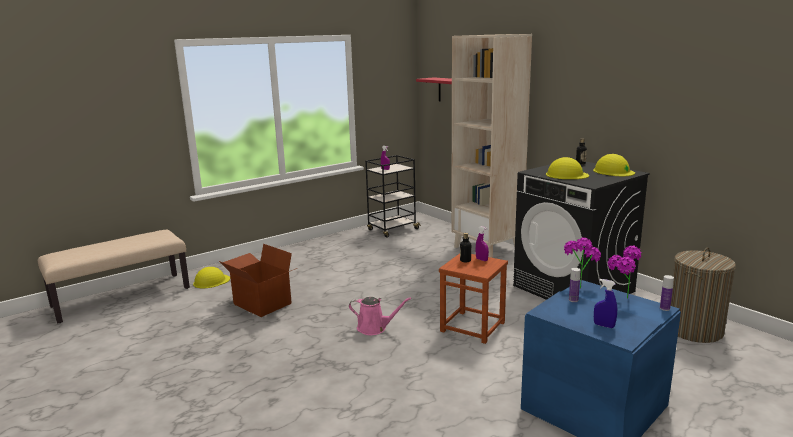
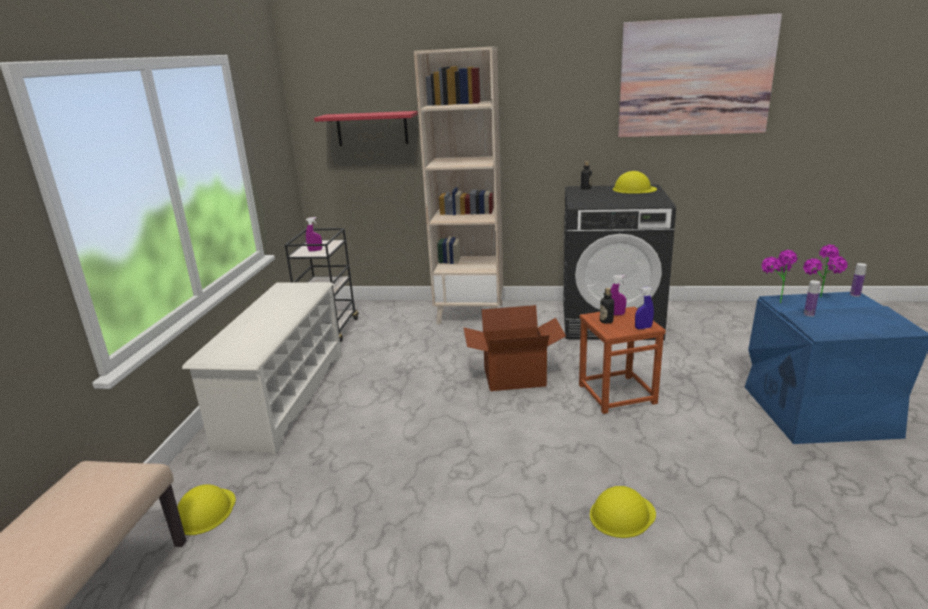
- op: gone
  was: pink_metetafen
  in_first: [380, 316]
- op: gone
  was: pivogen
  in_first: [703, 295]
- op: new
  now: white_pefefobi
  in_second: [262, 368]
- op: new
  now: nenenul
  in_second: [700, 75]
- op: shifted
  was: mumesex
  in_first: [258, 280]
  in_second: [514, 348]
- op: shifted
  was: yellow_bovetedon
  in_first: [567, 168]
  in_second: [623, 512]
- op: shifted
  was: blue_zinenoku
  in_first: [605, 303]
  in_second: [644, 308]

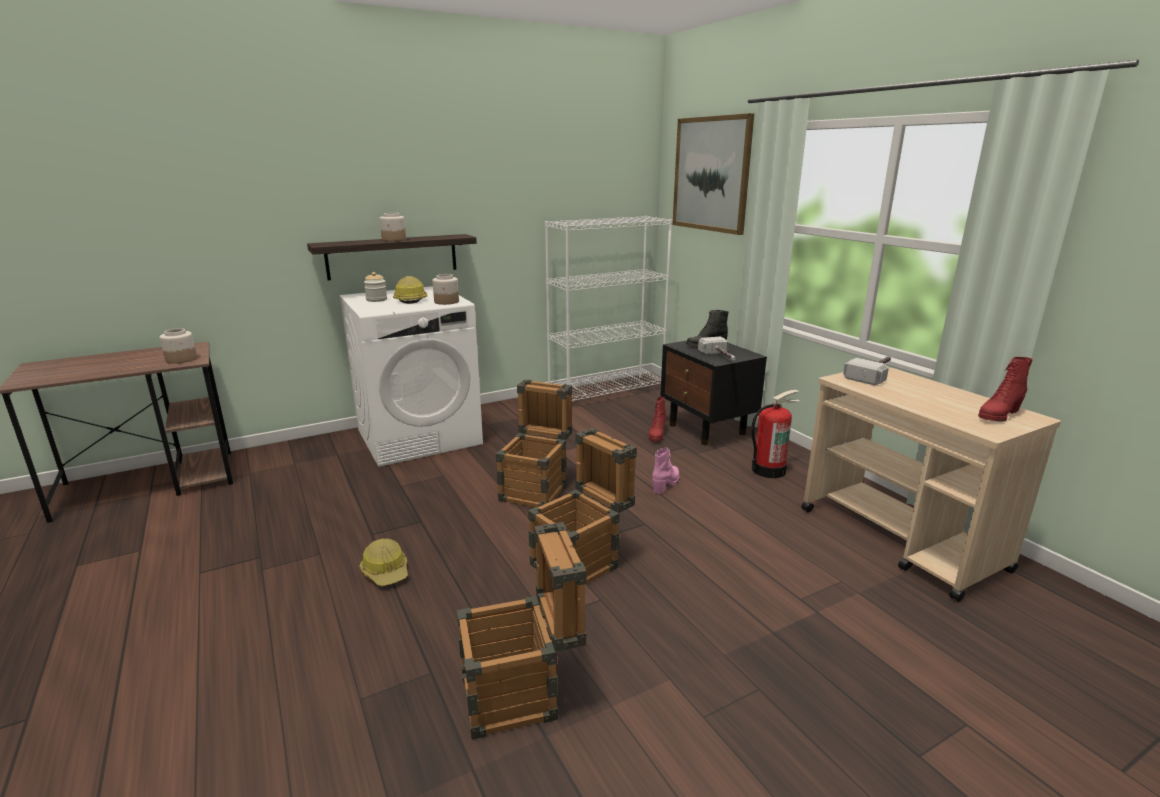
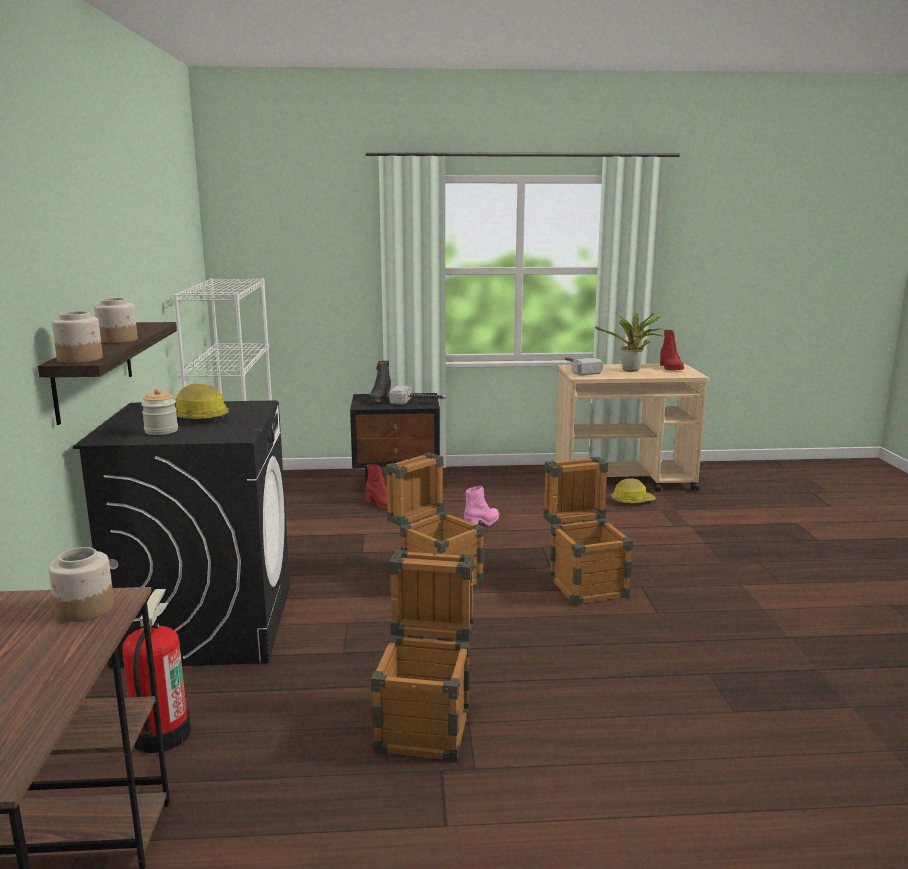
- op: gone
  was: nenenul
  in_first: [713, 174]
- op: new
  now: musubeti
  in_second: [630, 342]
- op: shifted
  was: bovetedon
  in_first: [384, 562]
  in_second: [633, 491]
- op: shifted
  was: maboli
  in_first: [445, 289]
  in_second: [77, 337]
- op: shifted
  was: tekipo
  in_first: [521, 631]
  in_second: [423, 656]
- op: shifted
  was: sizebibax
  in_first: [776, 434]
  in_second: [156, 671]
- op: repainted
  was: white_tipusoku
  now: black_tipusoku
  in_first: [411, 376]
  in_second: [181, 534]
- op: rotated
  was: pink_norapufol
  in_first: [665, 471]
  in_second: [481, 506]
  clockwise: 75

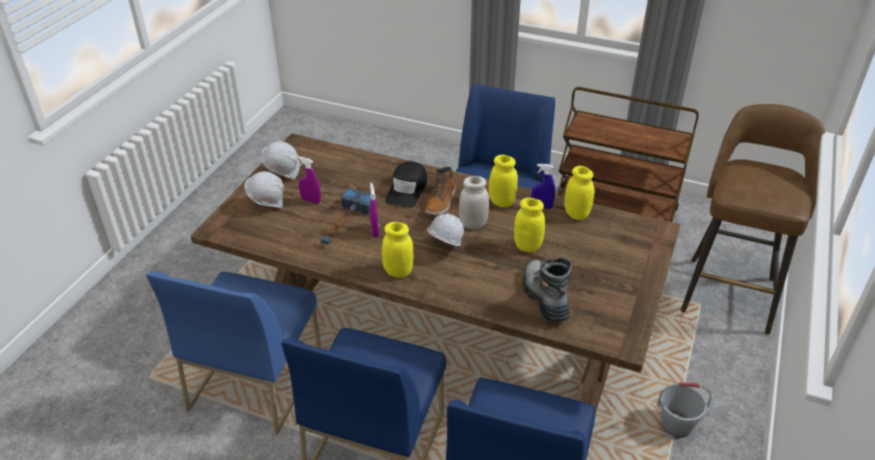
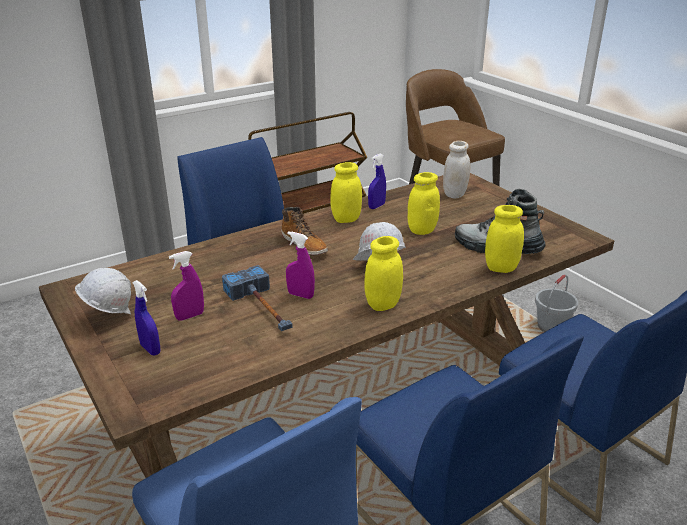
- op: gone
  was: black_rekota
  in_first: [406, 184]
- op: shifted
  was: white_maboli
  in_first: [474, 202]
  in_second: [456, 170]
- op: shifted
  was: yellow_maboli
  in_first: [579, 193]
  in_second: [504, 239]
- op: swapped
  was: white_bovetedon
  now: blue_zinenoku
  in_first: [264, 189]
  in_second: [146, 317]

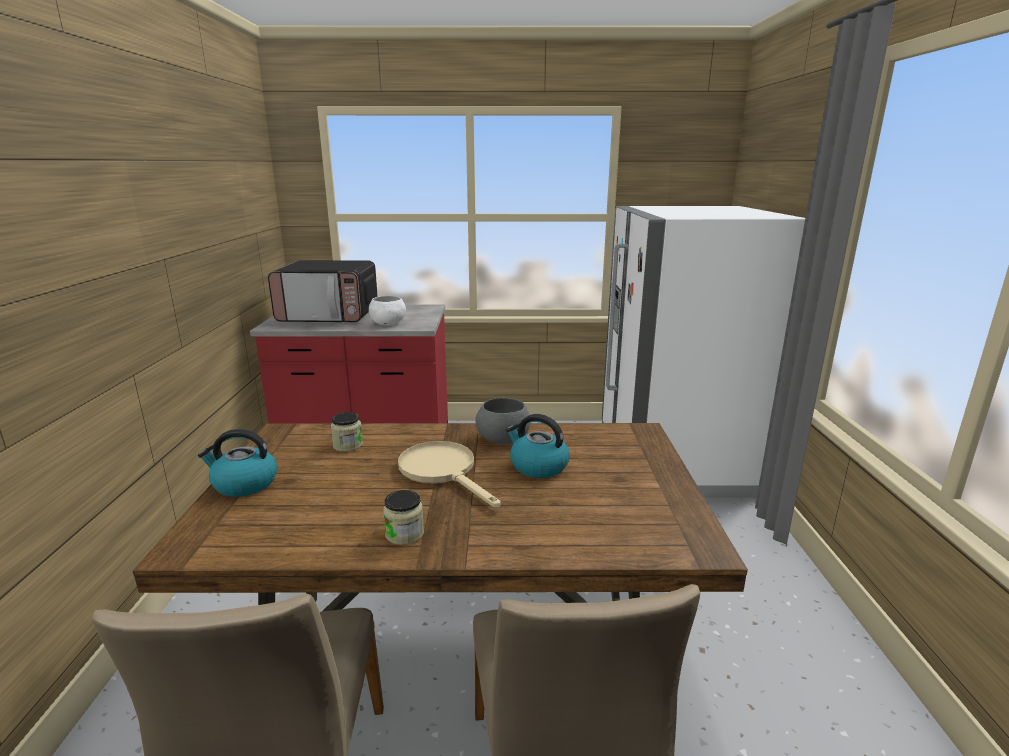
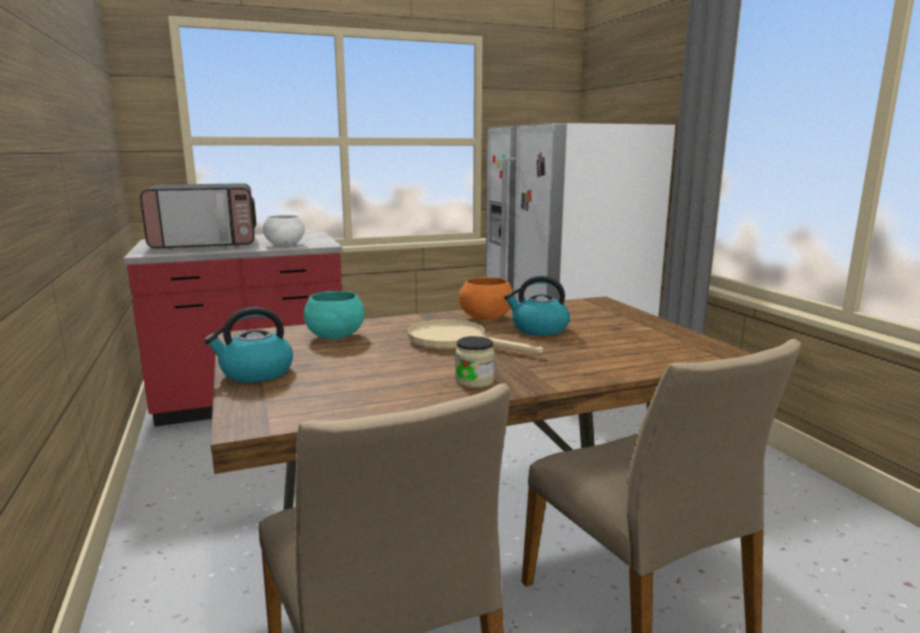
- op: swapped
  was: maboli
  now: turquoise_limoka
  in_first: [347, 432]
  in_second: [334, 315]
- op: repainted
  was: grey_limoka
  now: orange_limoka
  in_first: [503, 421]
  in_second: [486, 298]

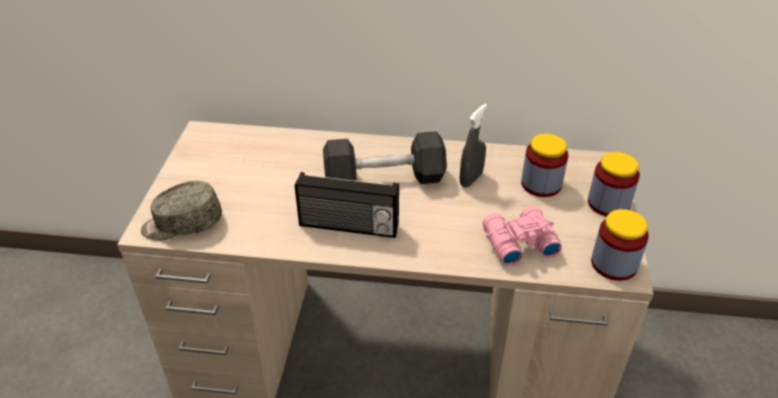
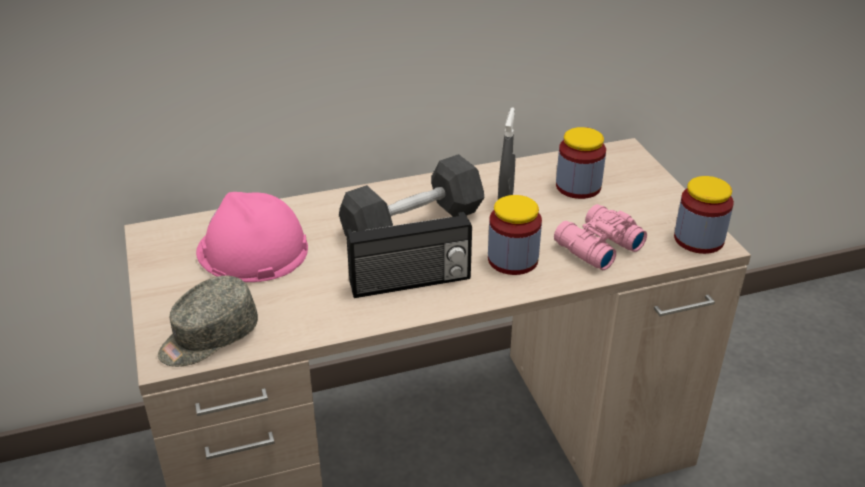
- op: new
  now: pink_bovetedon
  in_second: [252, 237]
- op: shifted
  was: maboli
  in_first: [614, 184]
  in_second: [515, 235]

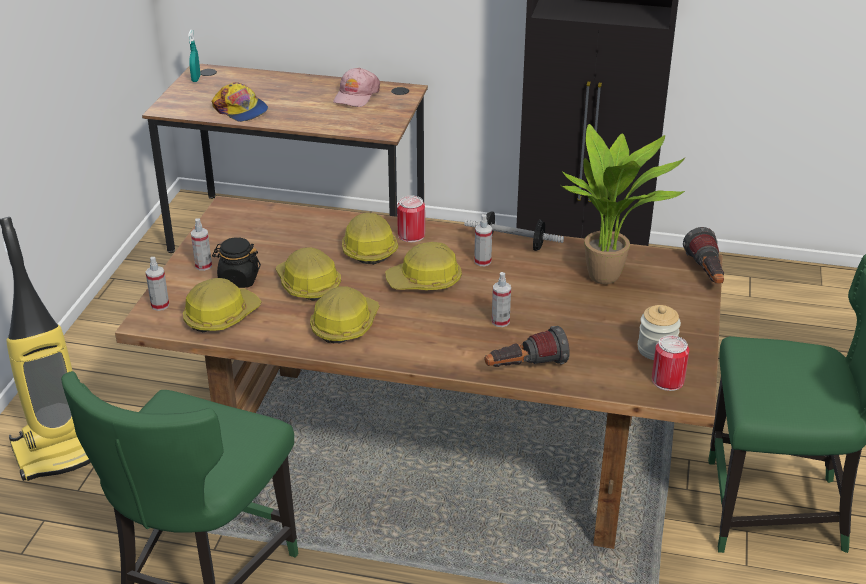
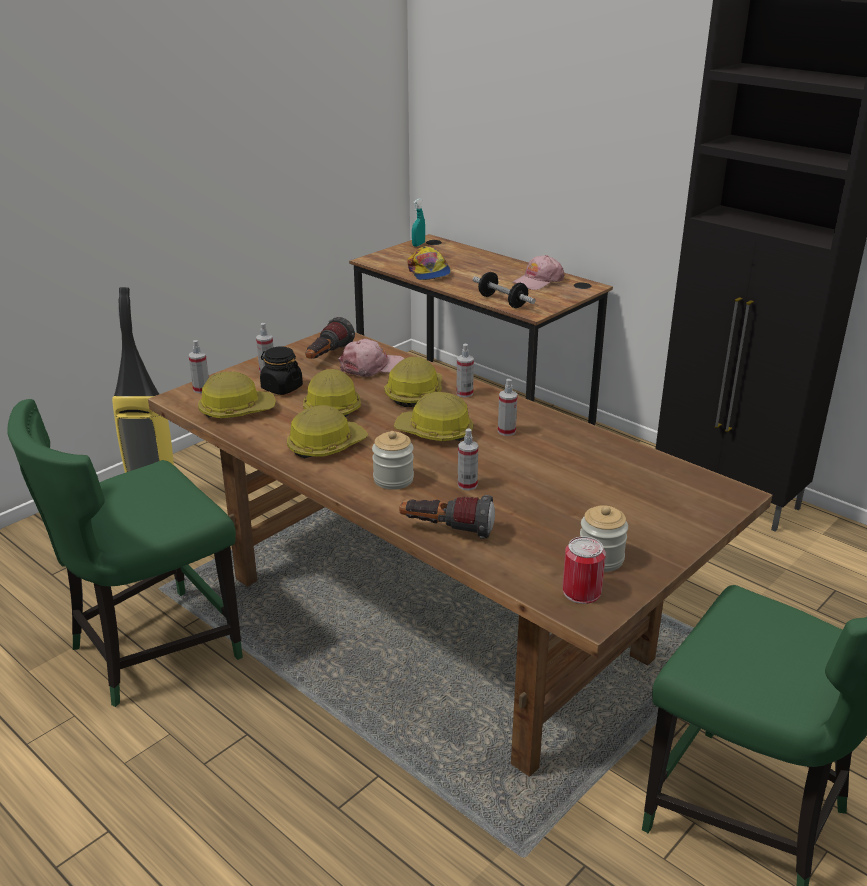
- op: gone
  was: musubeti
  in_first: [623, 204]
- op: new
  now: pink_rekota
  in_second: [371, 358]
- op: new
  now: maboli
  in_second: [393, 460]
- op: shifted
  was: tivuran
  in_first: [514, 231]
  in_second: [504, 290]
- op: shifted
  was: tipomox
  in_first: [703, 255]
  in_second: [330, 338]
- op: swapped
  was: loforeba
  now: zinenoku
  in_first: [411, 218]
  in_second: [465, 370]

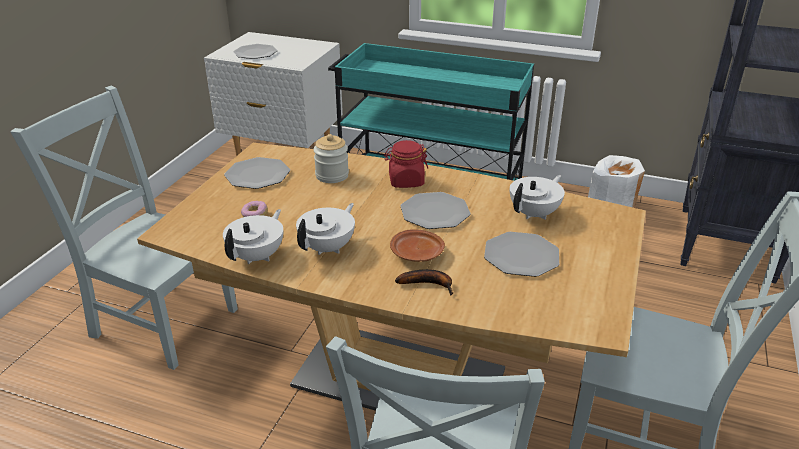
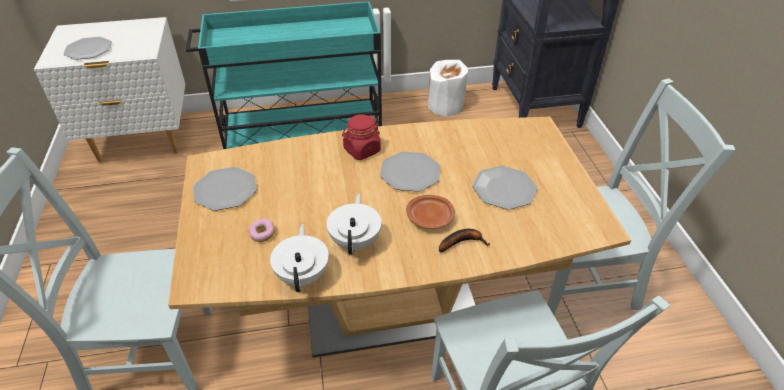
- op: gone
  was: maboli
  in_first: [331, 158]
- op: gone
  was: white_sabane
  in_first: [537, 197]

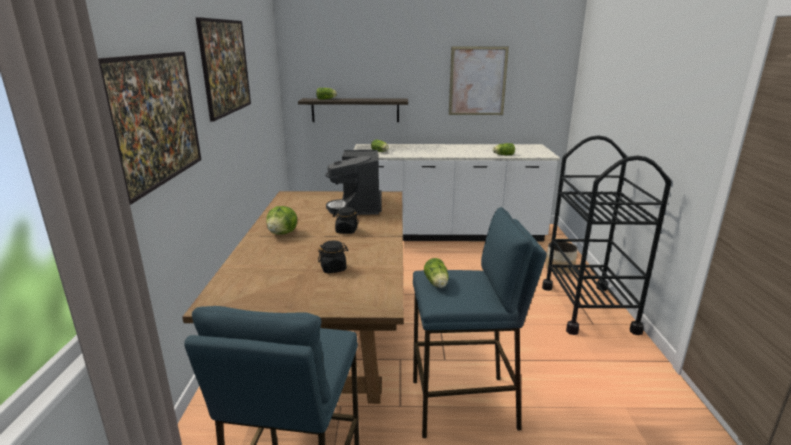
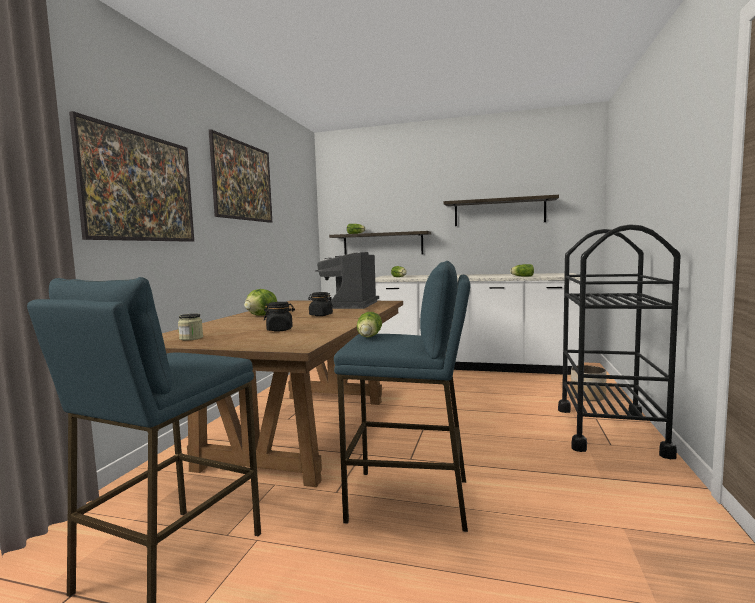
- op: new
  now: maboli
  in_second: [190, 327]
- op: swapped
  was: nenenul
  now: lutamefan
  in_first: [479, 80]
  in_second: [501, 210]

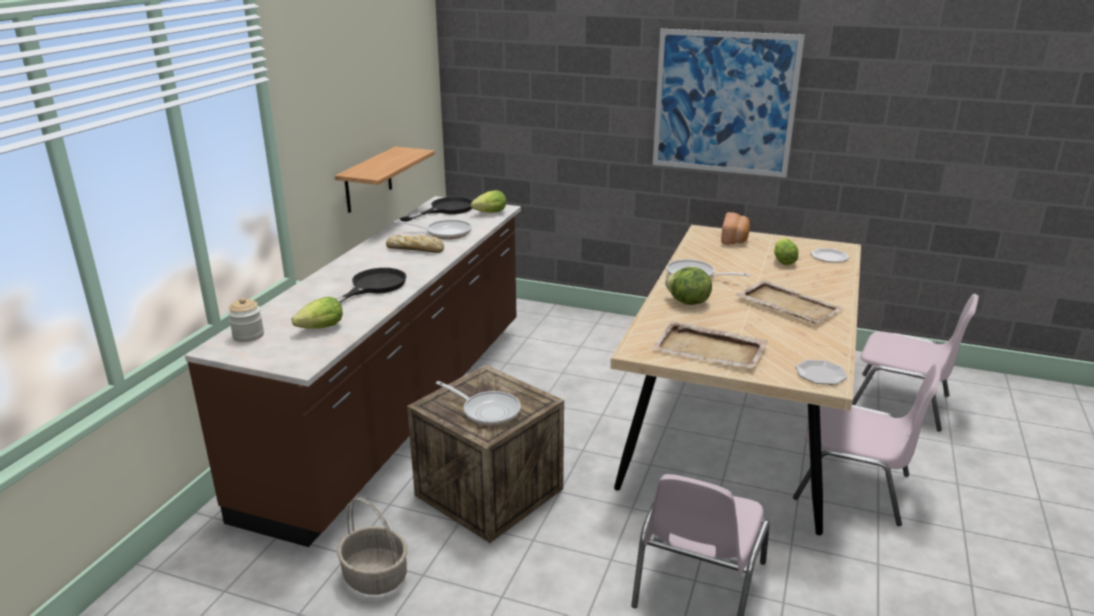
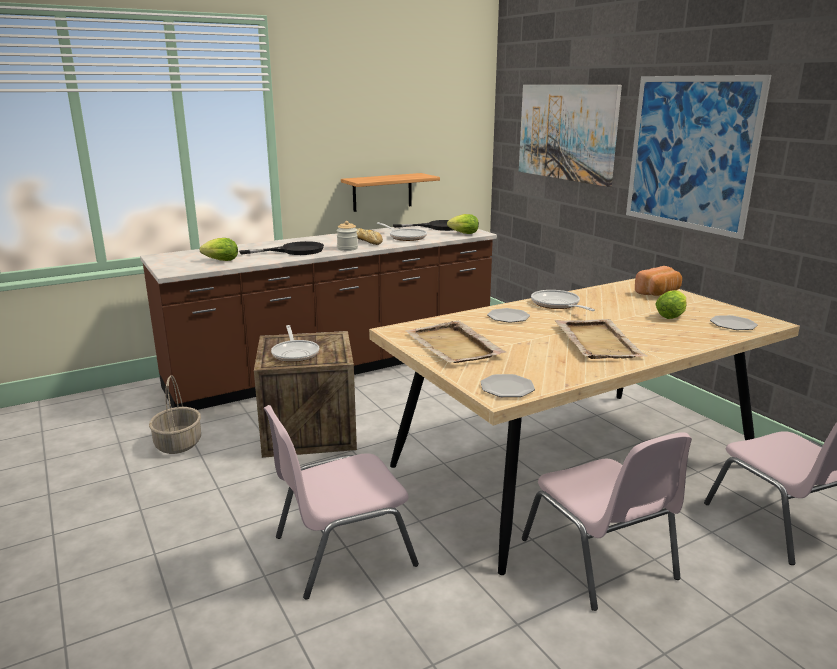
- op: new
  now: nenenul
  in_second: [570, 136]
- op: shifted
  was: maboli
  in_first: [246, 320]
  in_second: [347, 236]
- op: swapped
  was: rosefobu
  now: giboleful
  in_first: [688, 286]
  in_second: [508, 315]

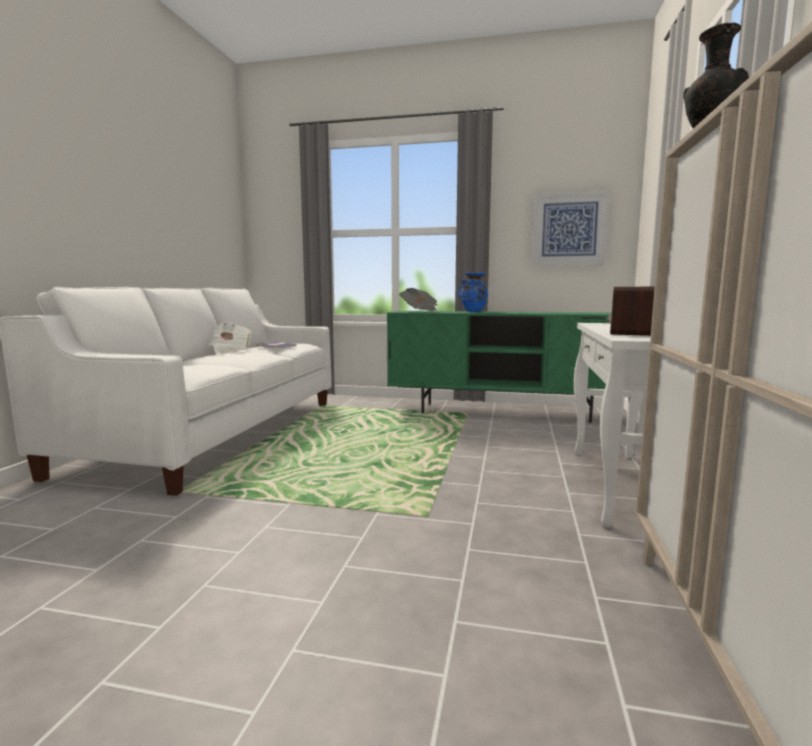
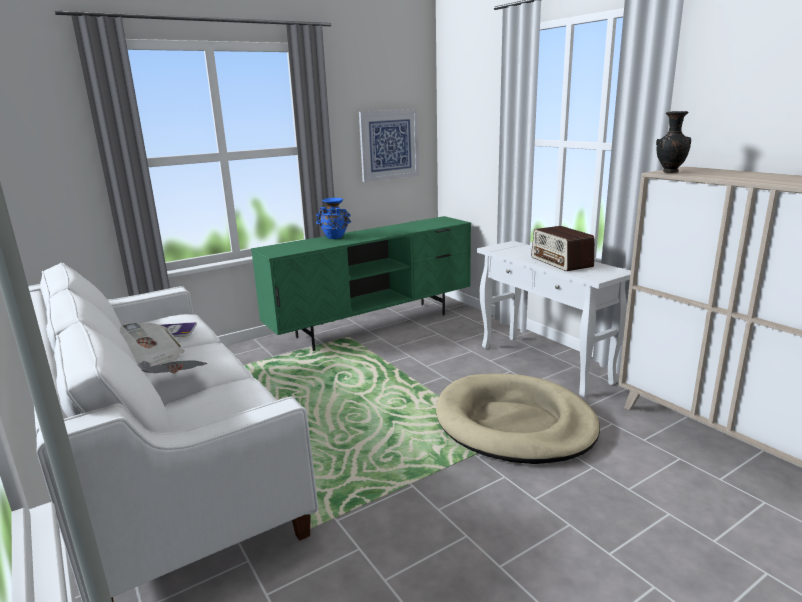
- op: new
  now: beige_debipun
  in_second: [518, 419]
- op: shifted
  was: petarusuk
  in_first: [418, 299]
  in_second: [174, 366]

